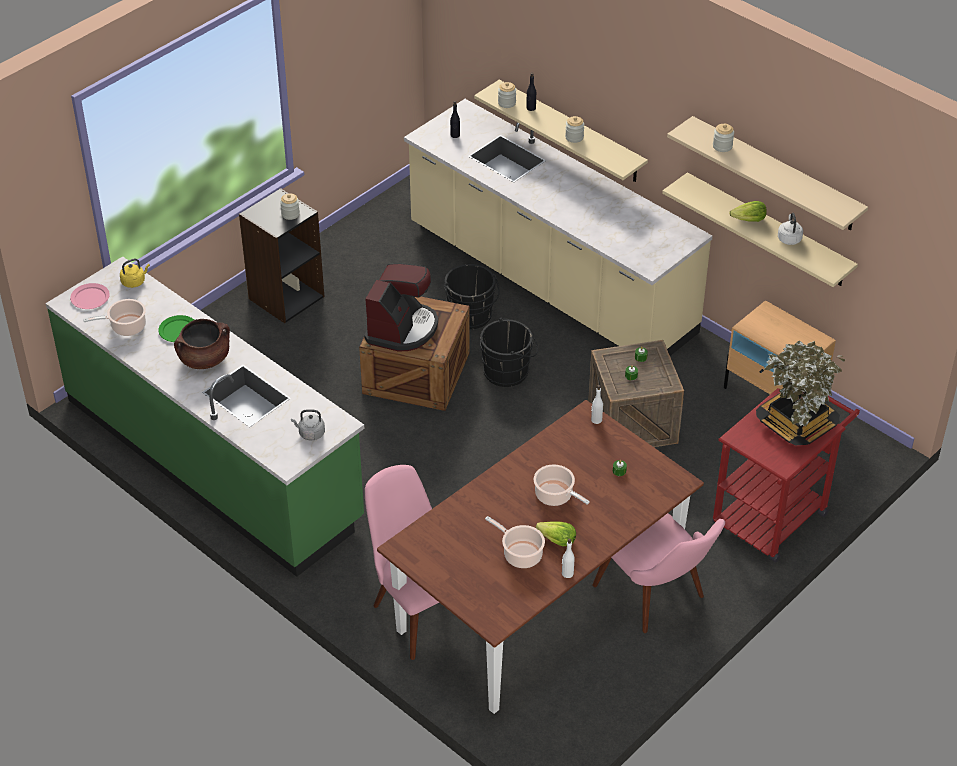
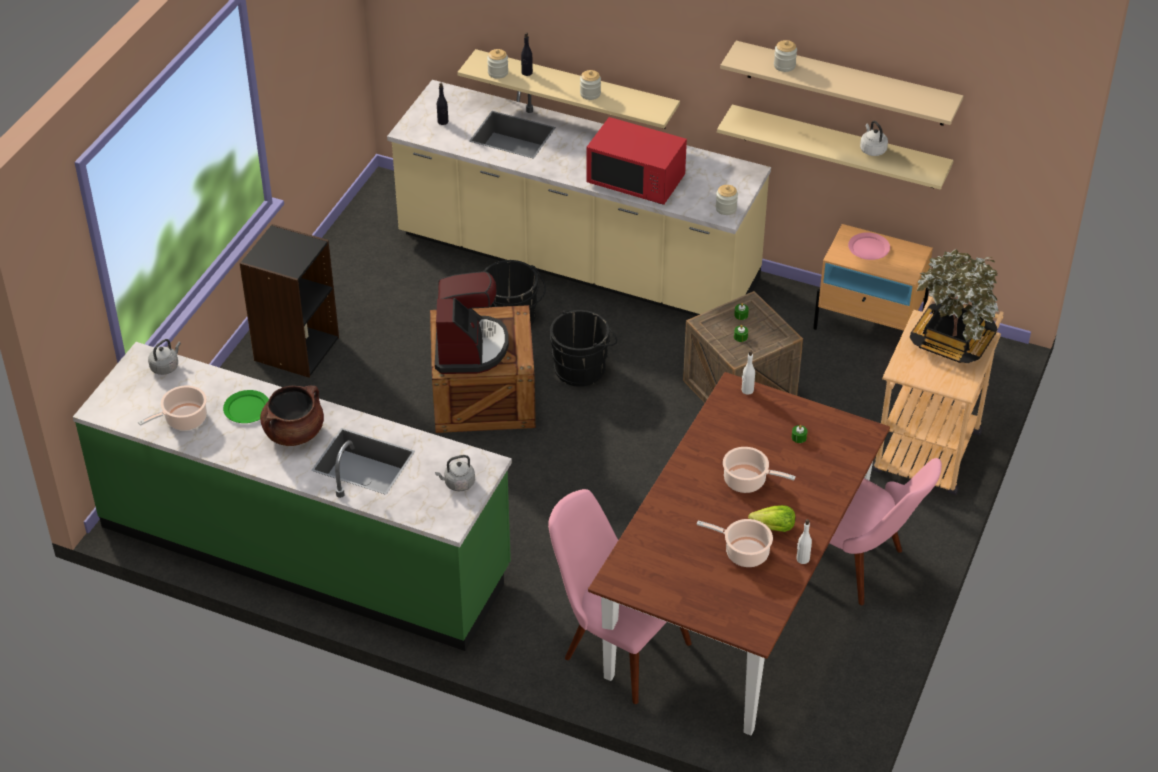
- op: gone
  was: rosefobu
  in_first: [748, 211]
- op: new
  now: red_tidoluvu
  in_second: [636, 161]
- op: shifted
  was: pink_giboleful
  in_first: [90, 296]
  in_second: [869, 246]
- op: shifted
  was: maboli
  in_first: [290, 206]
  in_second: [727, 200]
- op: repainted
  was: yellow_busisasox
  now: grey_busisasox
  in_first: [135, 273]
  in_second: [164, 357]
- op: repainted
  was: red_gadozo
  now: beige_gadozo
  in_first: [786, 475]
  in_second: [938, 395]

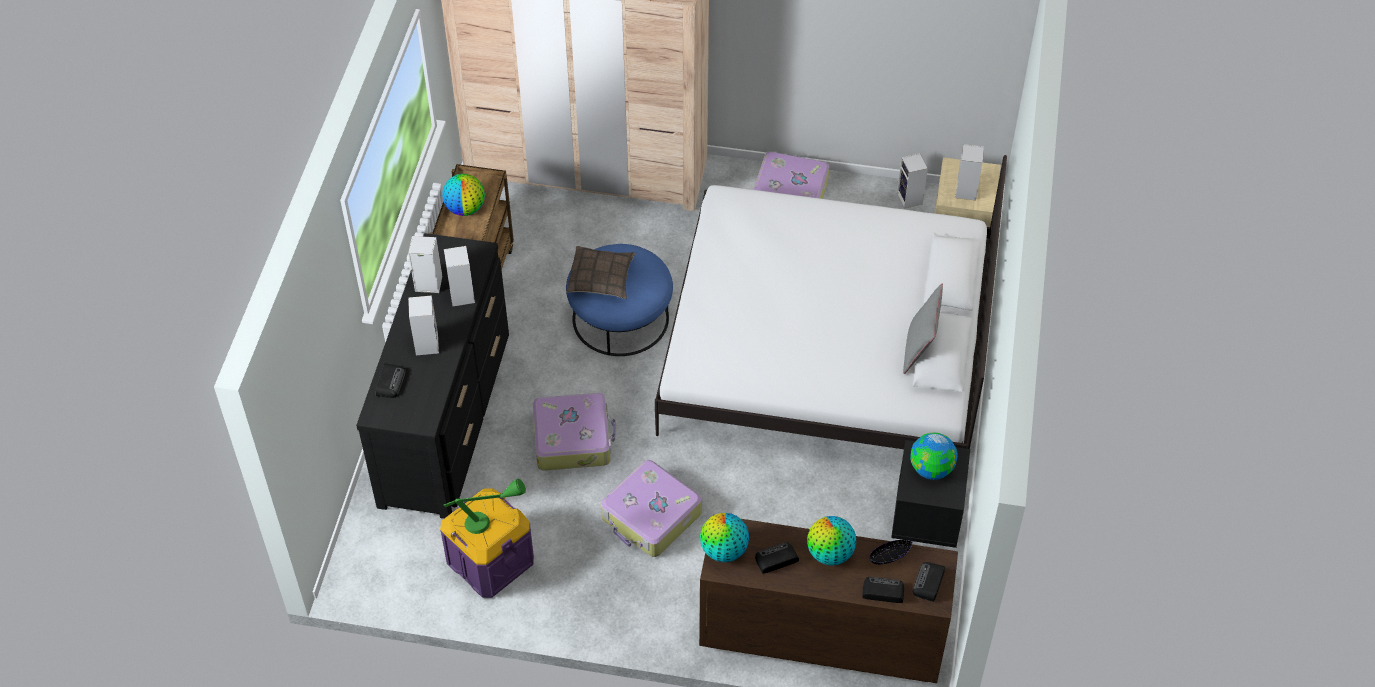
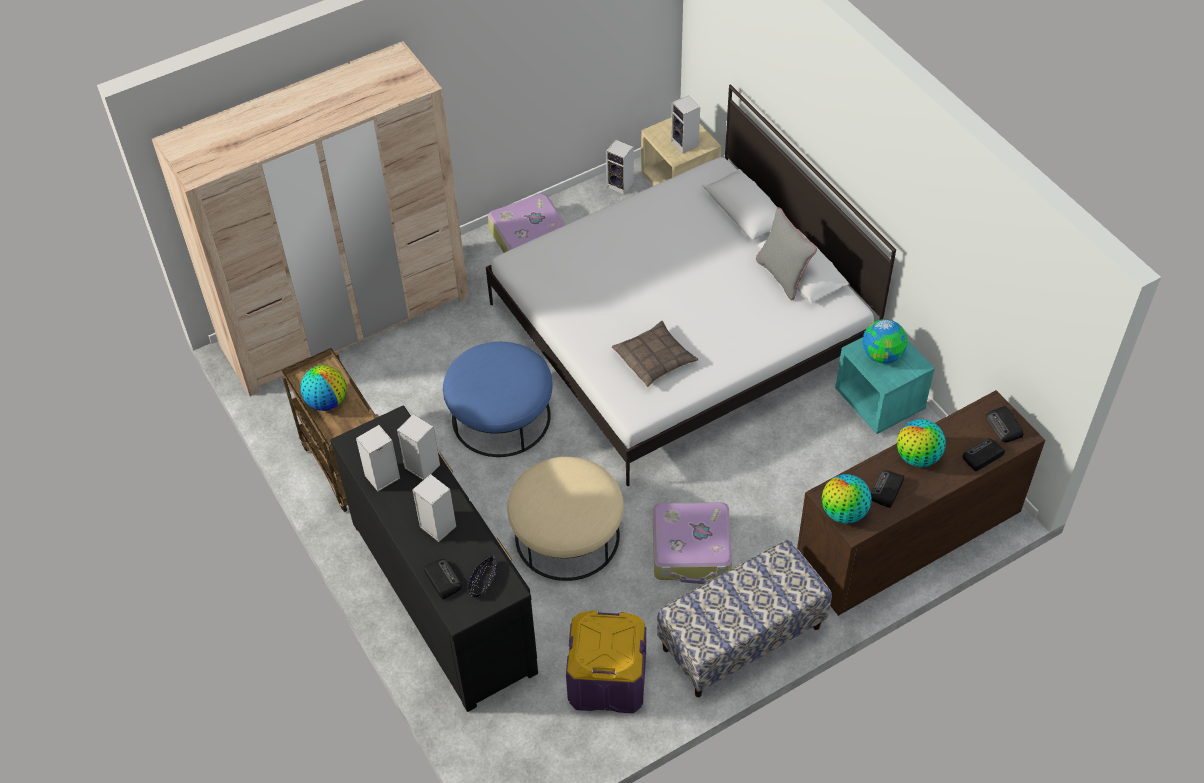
- op: gone
  was: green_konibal
  in_first: [484, 506]
- op: new
  now: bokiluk
  in_second: [744, 618]
- op: shifted
  was: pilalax
  in_first: [600, 272]
  in_second: [655, 354]
- op: shifted
  was: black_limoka
  in_first: [891, 552]
  in_second: [482, 577]
- op: swapped
  was: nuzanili
  now: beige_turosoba
  in_first: [574, 432]
  in_second: [565, 519]
- op: repainted
  was: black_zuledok
  now: turquoise_zuledok
  in_first: [930, 494]
  in_second: [885, 385]

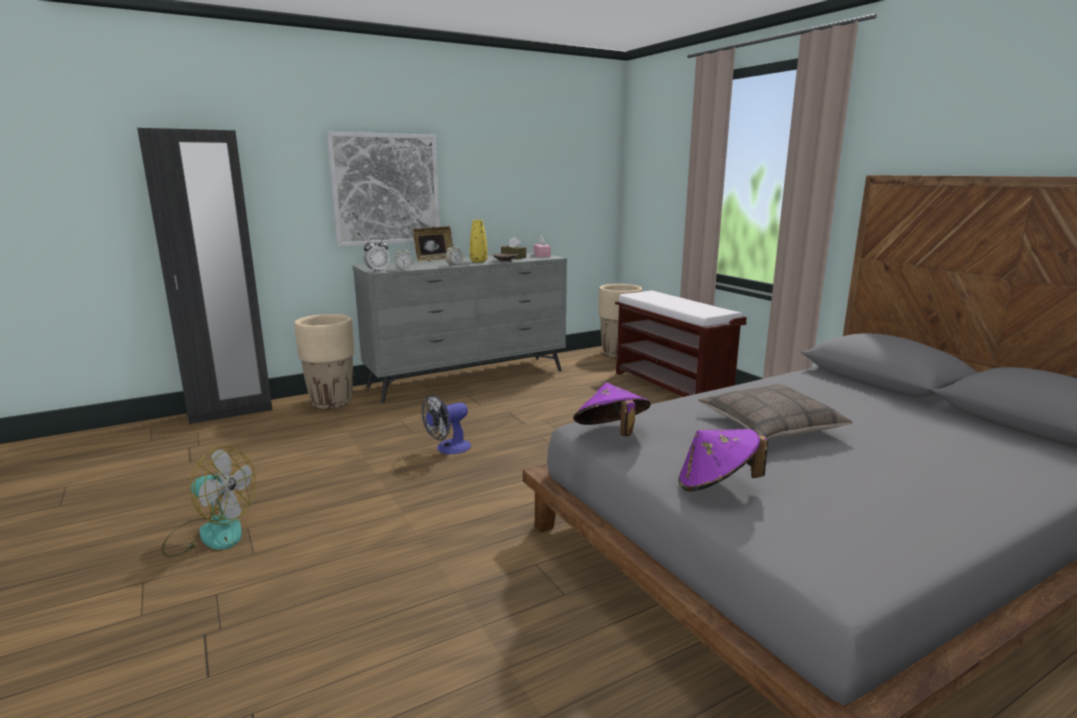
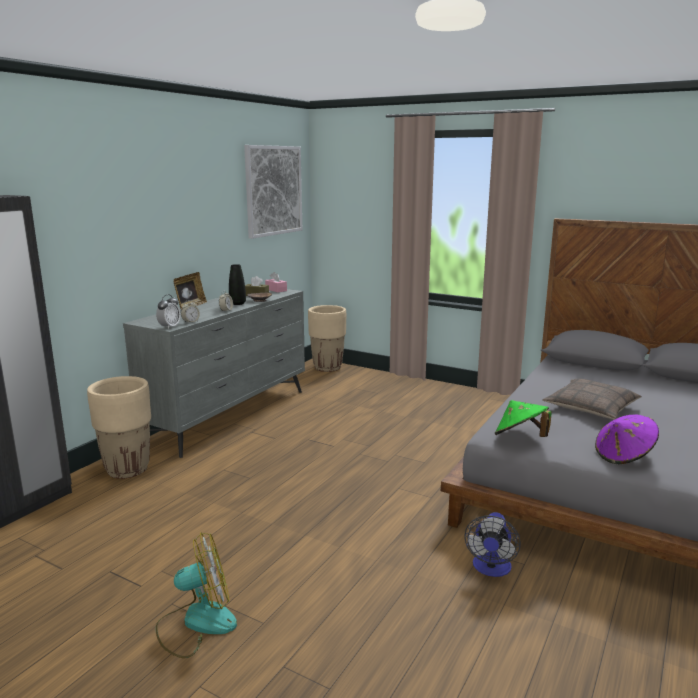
- op: gone
  was: brown_bokiluk
  in_first: [681, 344]
- op: shifted
  was: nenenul
  in_first: [383, 189]
  in_second: [273, 192]
- op: shifted
  was: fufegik
  in_first: [446, 424]
  in_second: [492, 544]
- op: repainted
  was: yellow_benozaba
  now: black_benozaba
  in_first: [479, 241]
  in_second: [237, 284]
- op: repainted
  was: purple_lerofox
  now: green_lerofox
  in_first: [611, 409]
  in_second: [523, 418]

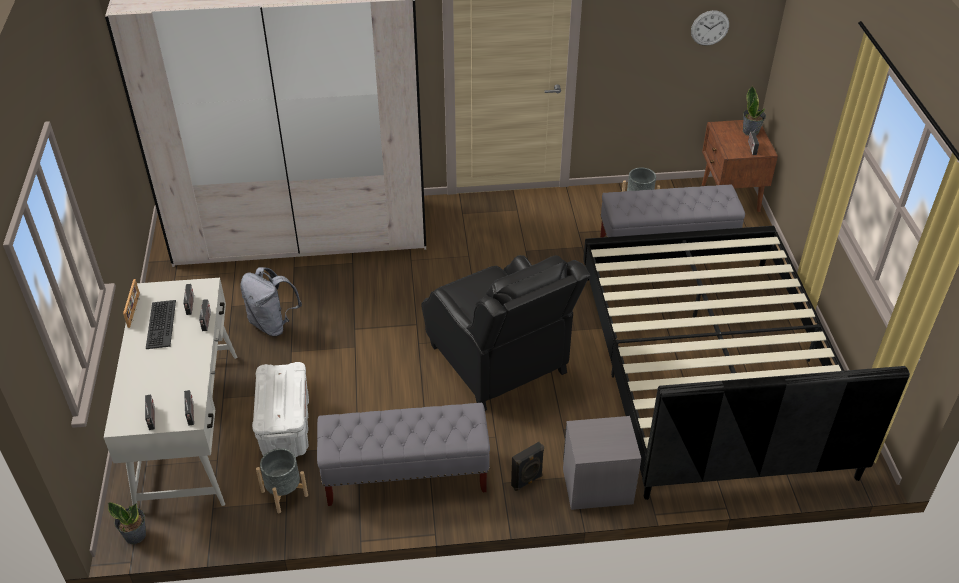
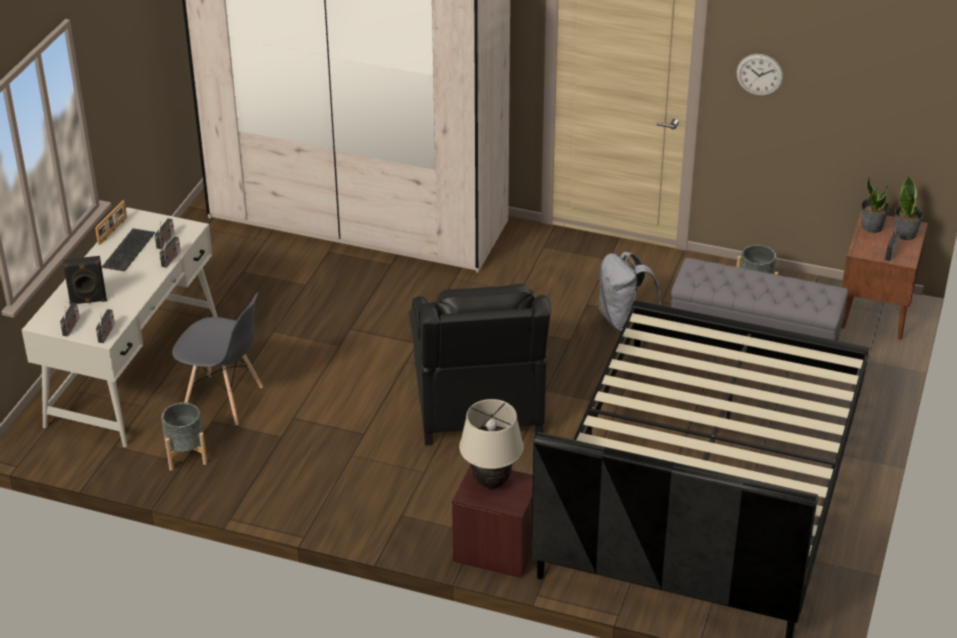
- op: gone
  was: grey_bokiluk
  in_first: [403, 454]
- op: new
  now: beige_konibal
  in_second: [491, 444]
- op: shifted
  was: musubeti
  in_first: [127, 523]
  in_second: [875, 204]
- op: shifted
  was: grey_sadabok
  in_first: [271, 301]
  in_second: [630, 291]
- op: shifted
  was: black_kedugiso
  in_first: [527, 466]
  in_second: [85, 280]
- op: shifted
  was: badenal
  in_first: [710, 28]
  in_second: [759, 75]
- op: swapped
  was: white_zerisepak
  now: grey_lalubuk
  in_first: [280, 409]
  in_second: [217, 358]
- op: repainted
  was: grey_zuledok
  now: brown_zuledok
  in_first: [602, 463]
  in_second: [492, 521]

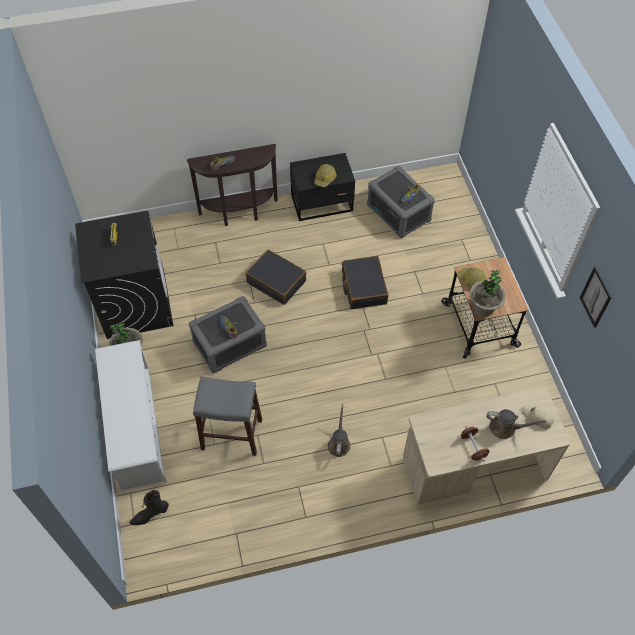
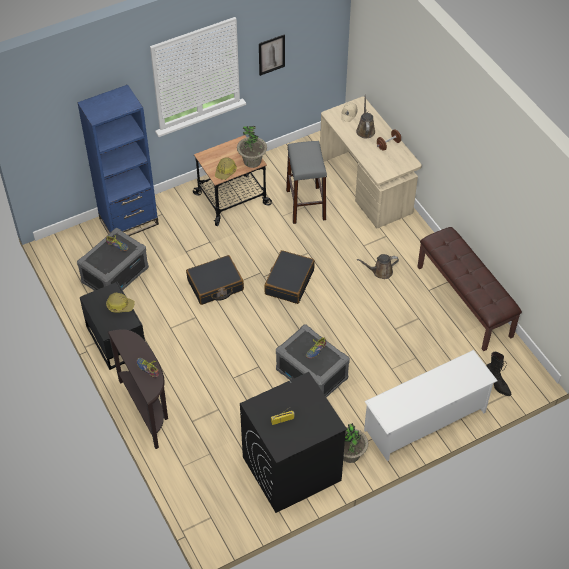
- op: new
  now: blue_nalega
  in_second: [118, 160]
- op: new
  now: brown_bokiluk
  in_second: [469, 289]
- op: shifted
  was: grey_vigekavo
  in_first: [227, 416]
  in_second: [306, 182]
- op: shifted
  was: black_nuzanili
  in_first: [276, 277]
  in_second: [289, 277]

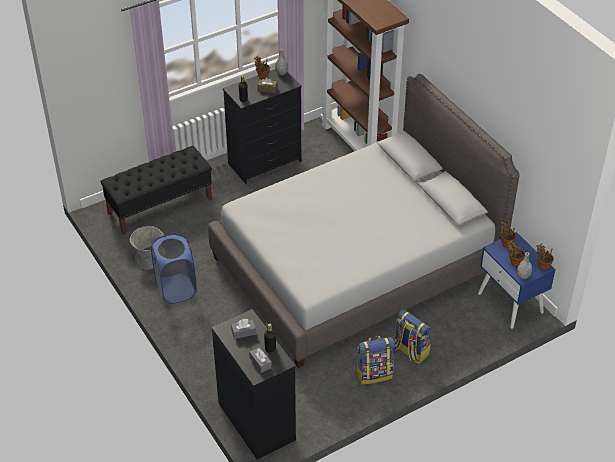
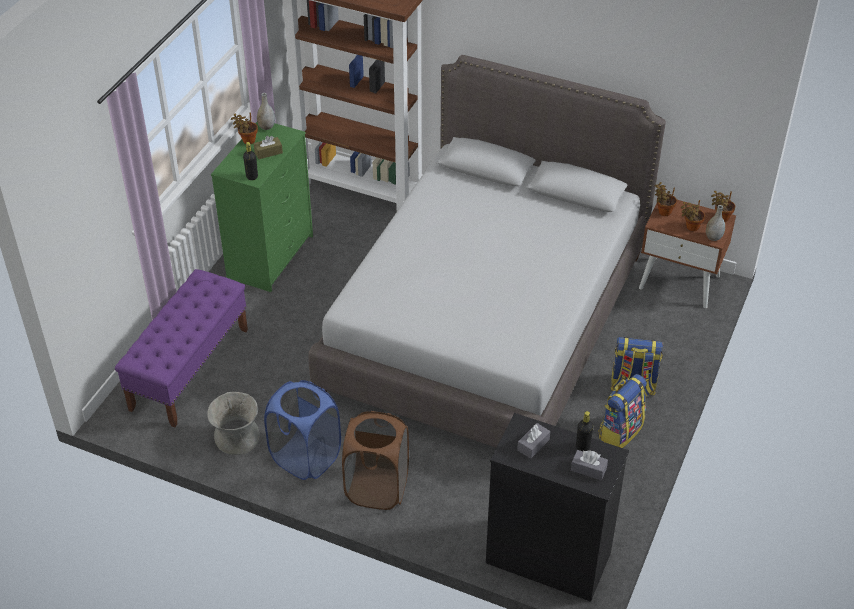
- op: new
  now: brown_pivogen
  in_second: [375, 460]
- op: repainted
  was: black_bokiluk
  now: purple_bokiluk
  in_first: [156, 190]
  in_second: [181, 348]
- op: repainted
  was: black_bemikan
  now: green_bemikan
  in_first: [262, 126]
  in_second: [262, 207]
- op: repainted
  was: blue_zuledok
  now: brown_zuledok
  in_first: [517, 280]
  in_second: [687, 254]

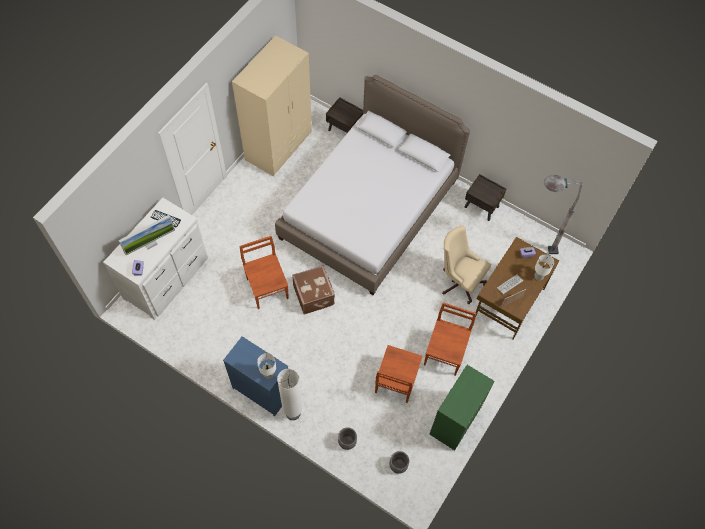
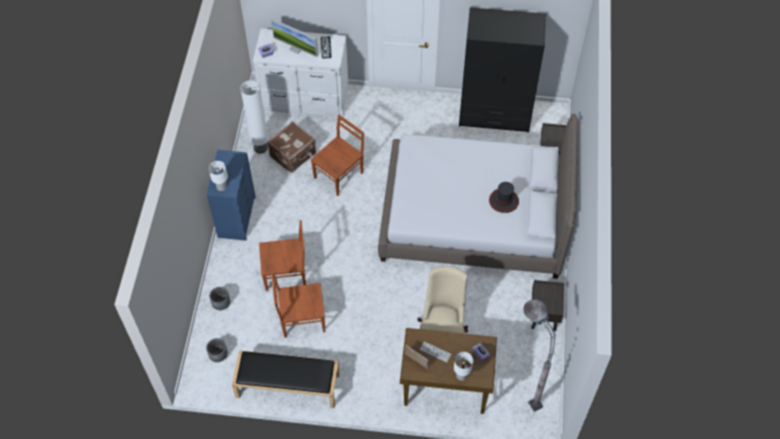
- op: new
  now: lerofox
  in_second: [504, 197]
- op: shifted
  was: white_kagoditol
  in_first: [289, 394]
  in_second: [254, 117]
- op: shifted
  was: brown_nuzanili
  in_first: [313, 289]
  in_second: [291, 147]
- op: shifted
  was: brown_lalubuk
  in_first: [450, 339]
  in_second: [282, 255]
- op: swapped
  was: green_bemikan
  now: black_bokiluk
  in_first: [461, 407]
  in_second: [286, 379]
- op: repainted
  was: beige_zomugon
  now: black_zomugon
  in_first: [272, 106]
  in_second: [502, 70]

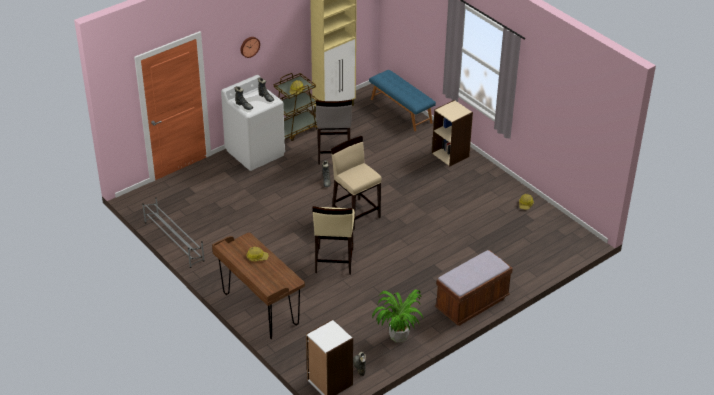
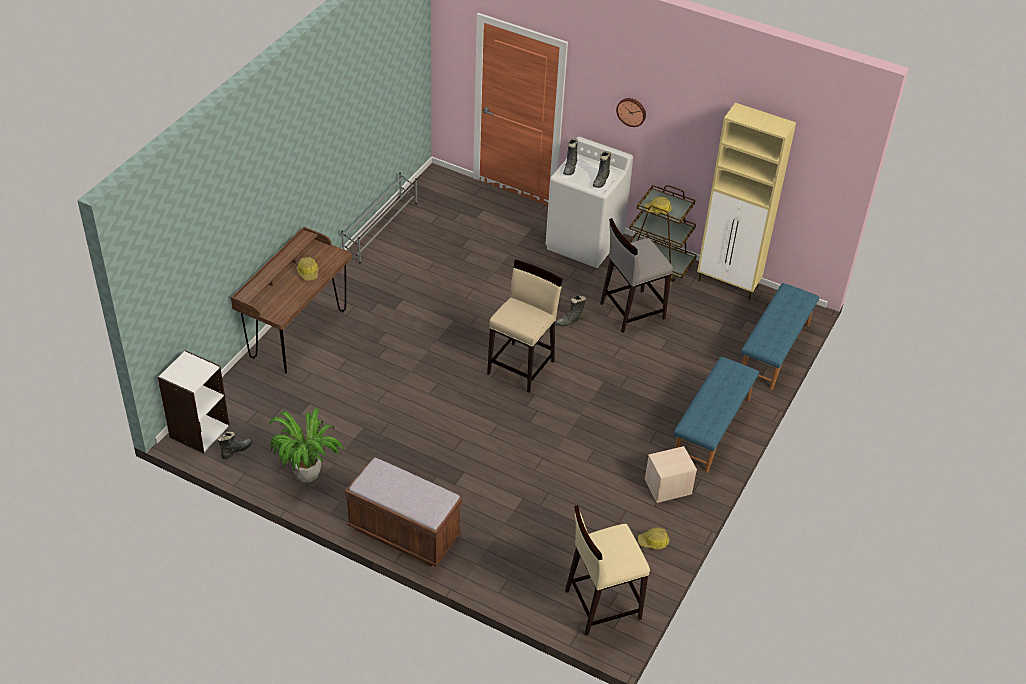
- op: new
  now: beige_zerisepak
  in_second: [671, 474]
- op: shifted
  was: beige_vigekavo
  in_first: [334, 240]
  in_second: [607, 570]
- op: swapped
  was: beige_nalega
  now: blue_bokiluk
  in_first: [452, 133]
  in_second: [716, 414]

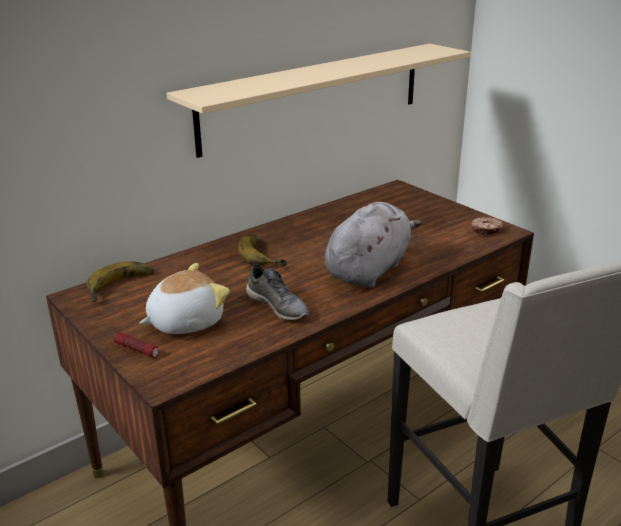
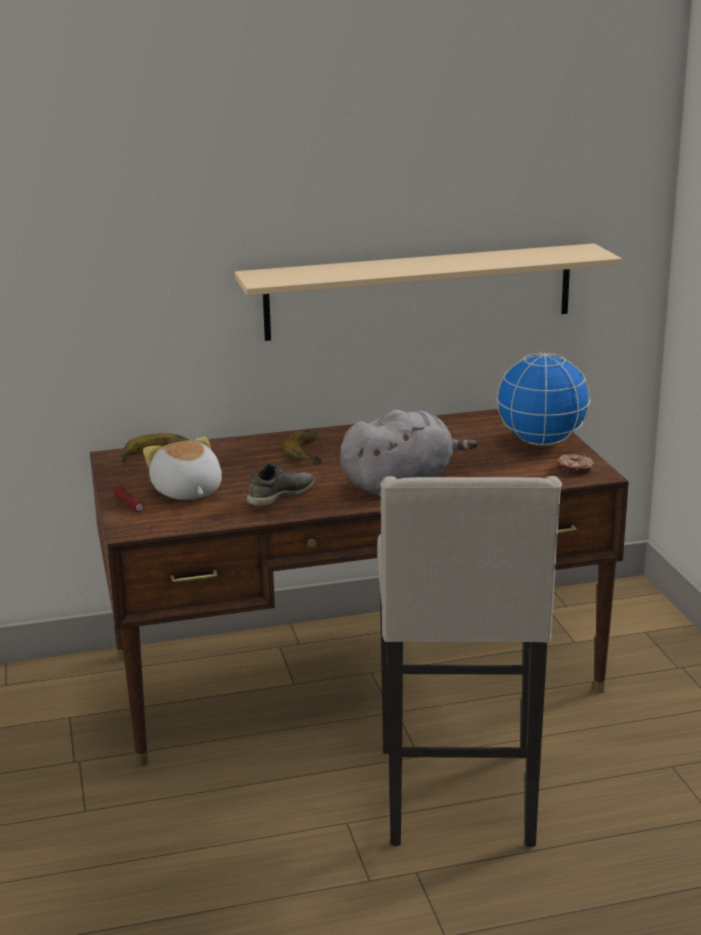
- op: new
  now: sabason
  in_second: [543, 398]
- op: rotated
  was: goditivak
  in_first: [185, 298]
  in_second: [182, 468]
  clockwise: -105
- op: rotated
  was: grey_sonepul
  in_first: [277, 292]
  in_second: [281, 485]
  clockwise: -120

